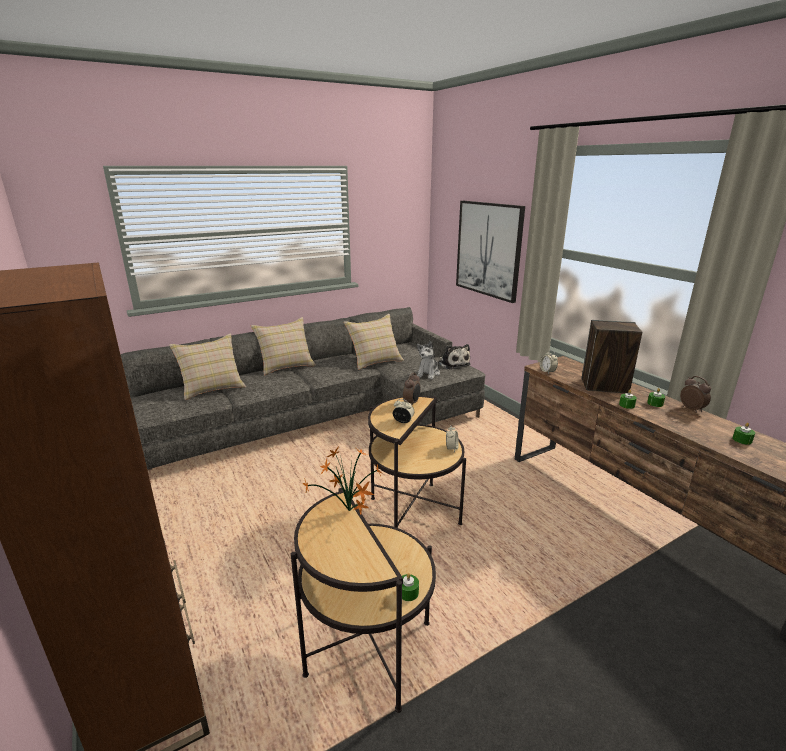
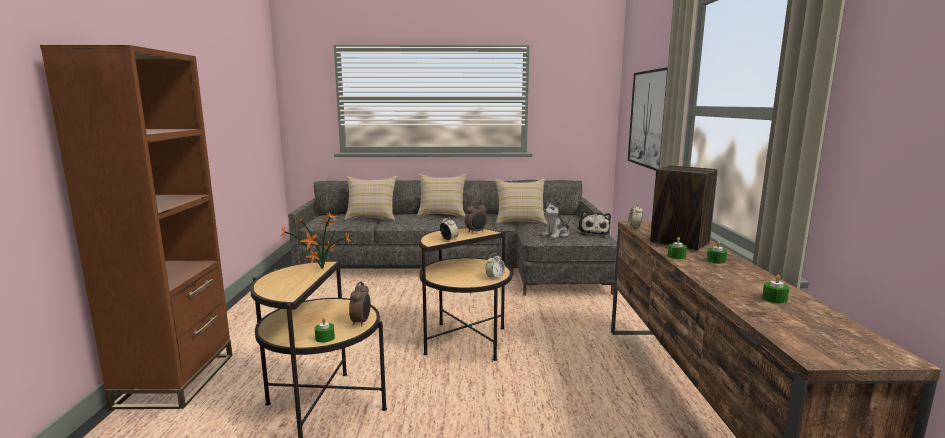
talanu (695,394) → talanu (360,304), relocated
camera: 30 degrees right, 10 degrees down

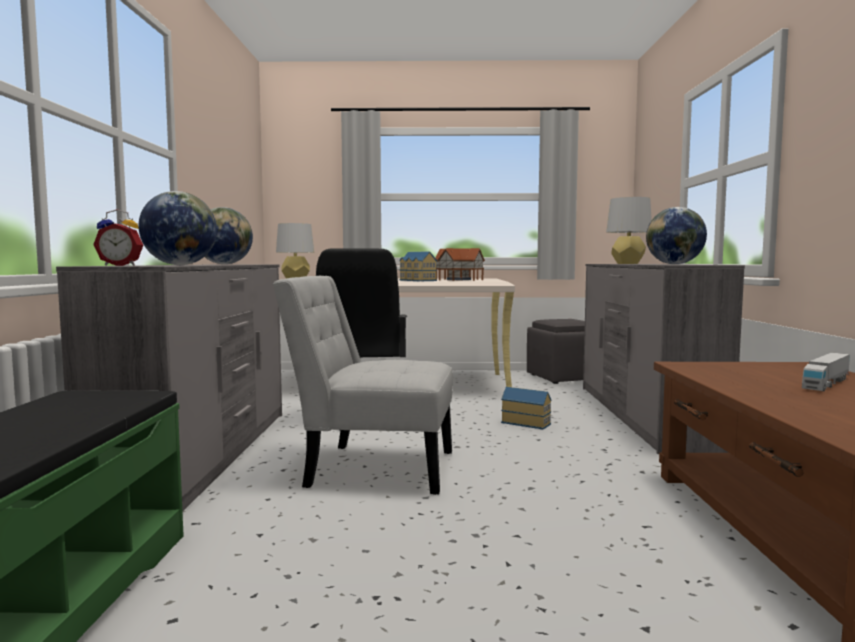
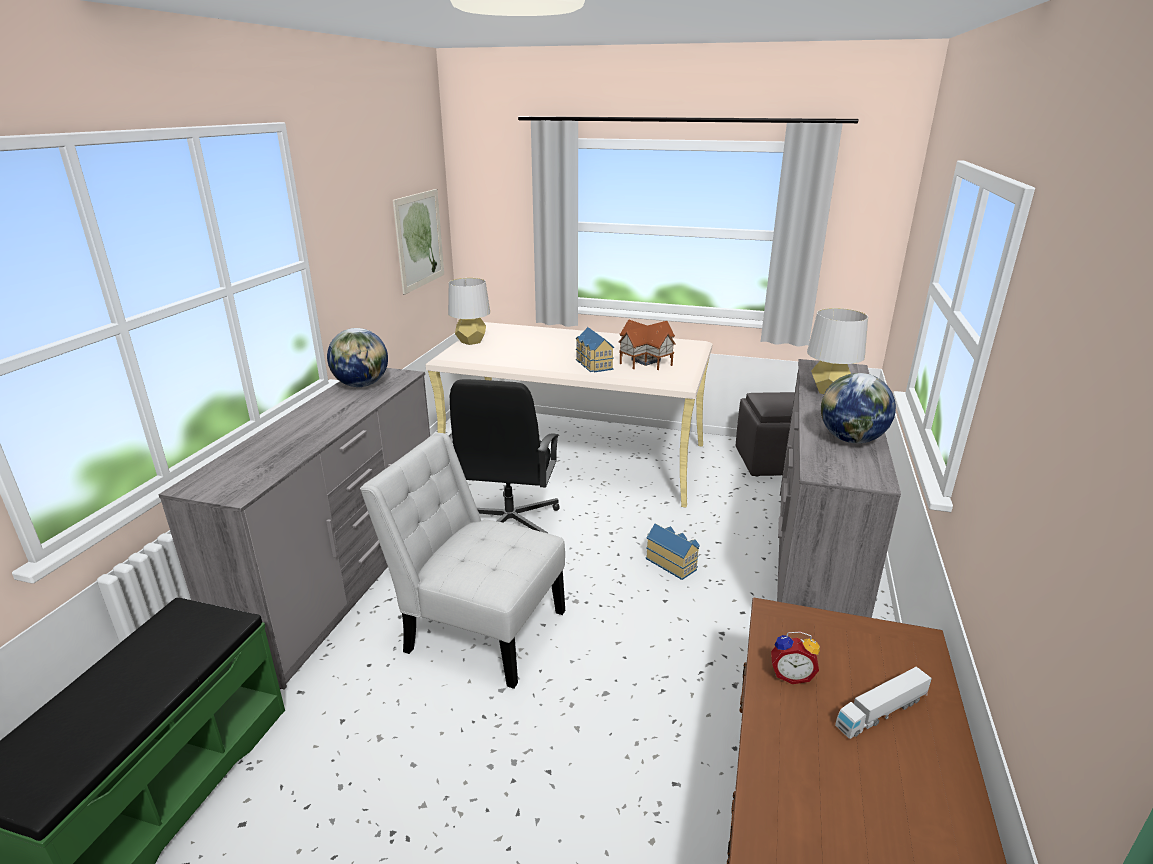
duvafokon (178,228) → -
- → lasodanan (418,242)
talanu (118,237) → talanu (795,657), relocated
camera: 15 degrees right, 20 degrees up

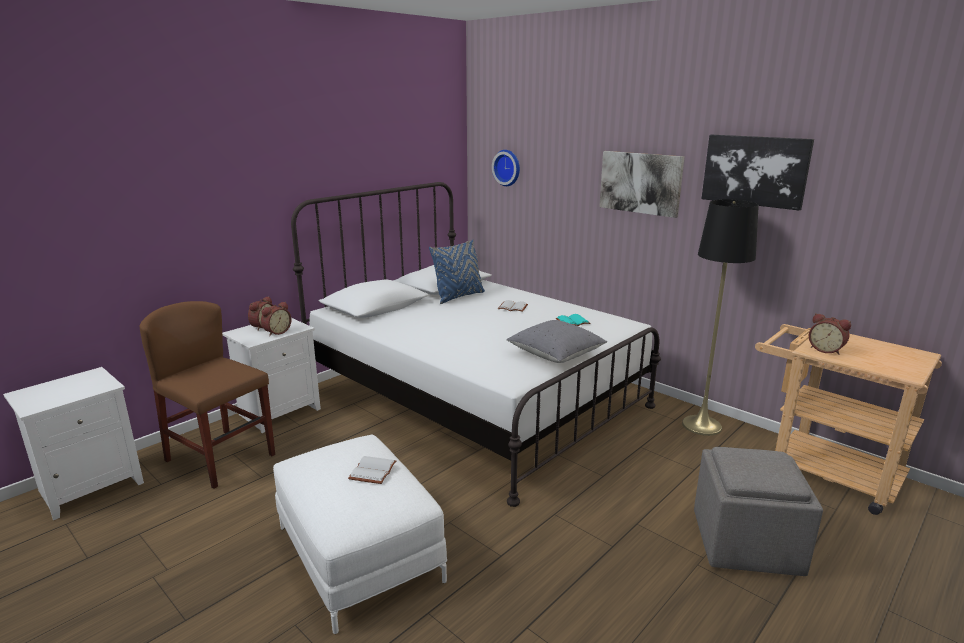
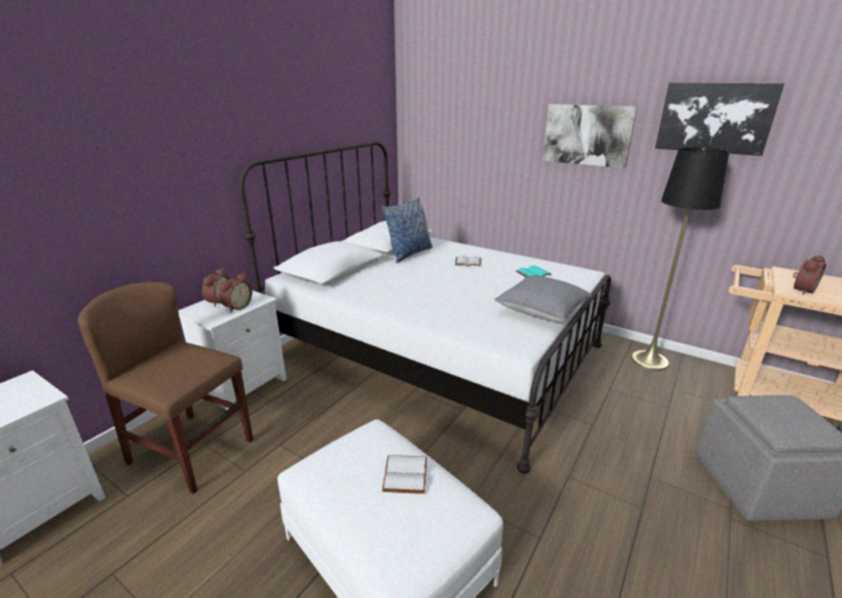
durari (506,168) → -
talanu (830,334) → talanu (809,275), 75 degrees counterclockwise
camera: 10 degrees left, 5 degrees up

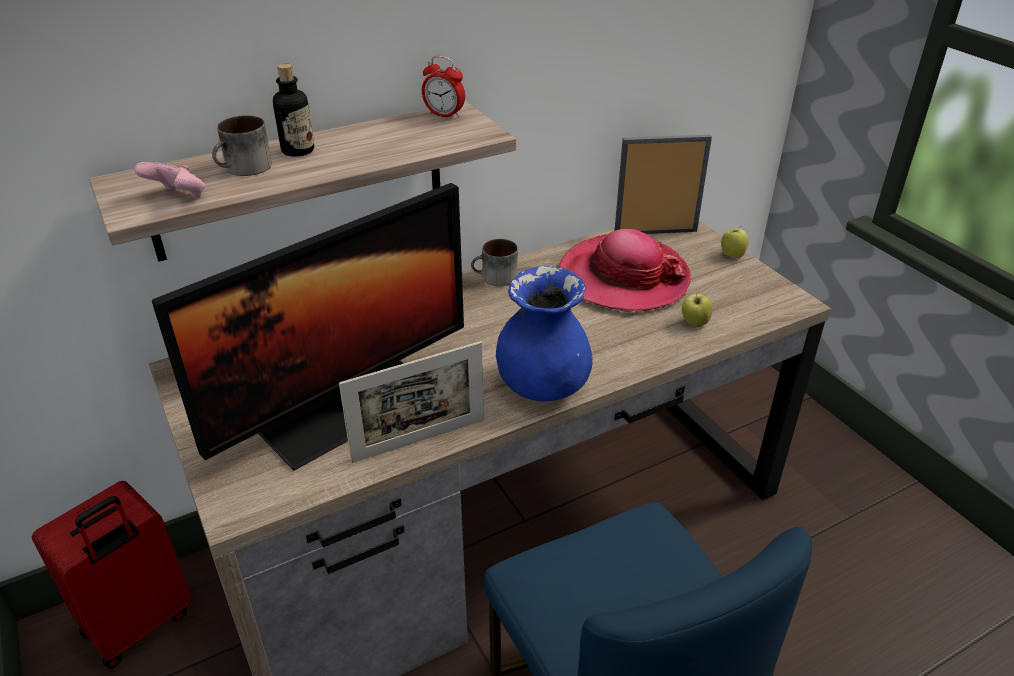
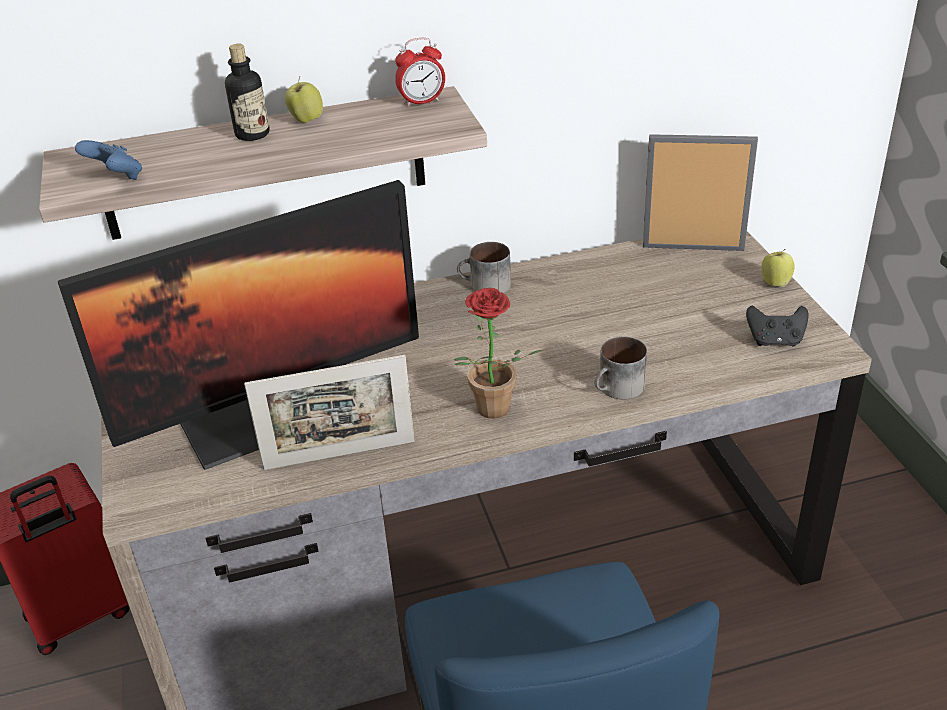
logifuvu (625,270) → -
- → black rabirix (777,326)
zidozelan (242,145) → zidozelan (621,367), relocated
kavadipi (697,310) → kavadipi (304,100), relocated
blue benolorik (544,333) → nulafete (498,353)
pink rabirix (169,180) → blue rabirix (108,160)
talanu (443,87) → talanu (420,72), 60 degrees counterclockwise
camera: 15 degrees right, 0 degrees up

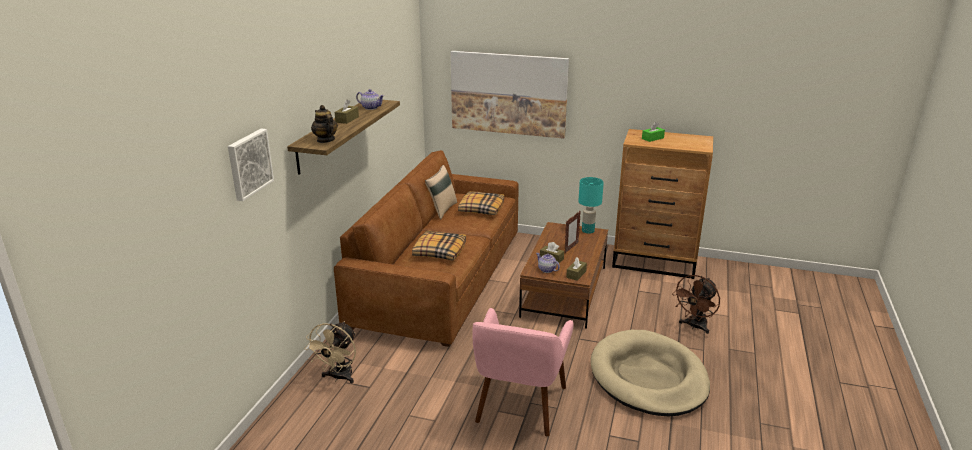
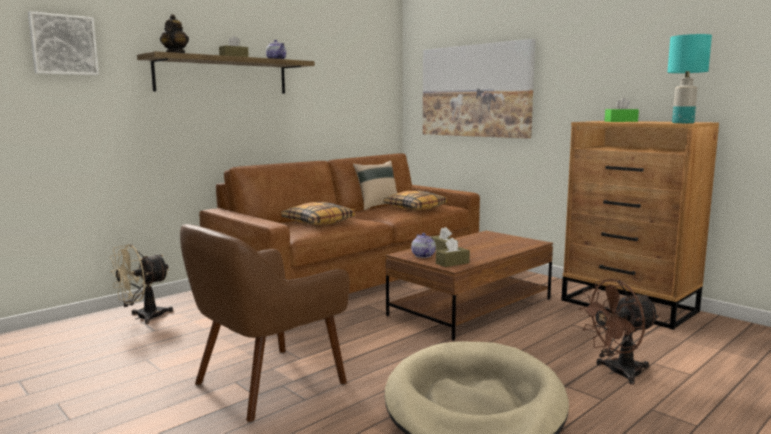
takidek (573,232) → -
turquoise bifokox (591,205) → turquoise bifokox (689,78), relocated
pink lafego (523,372) → brown lafego (265,323)
camera: 30 degrees right, 15 degrees down

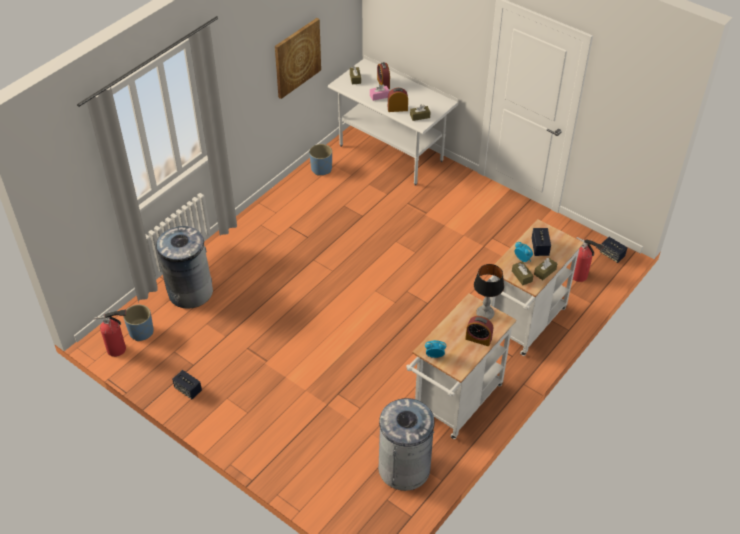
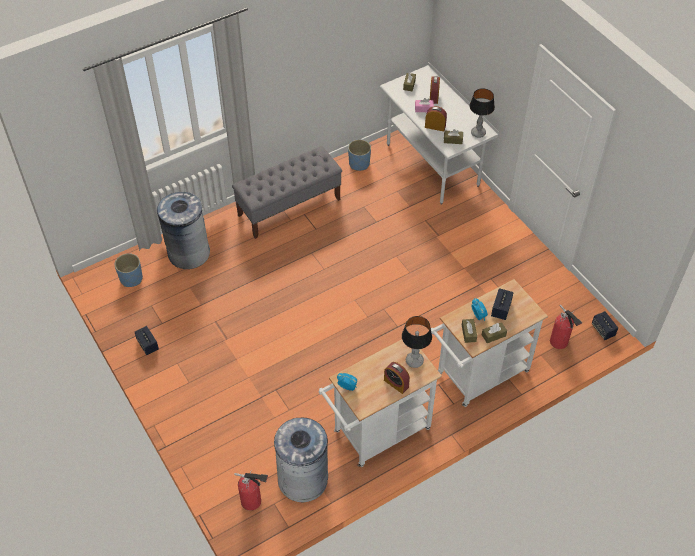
lasodanan (298,58) → -
- → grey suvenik (287,192)
- → bifokox (482,113)
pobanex (110,333) → pobanex (251,491), relocated
camera: 20 degrees right, 5 degrees up

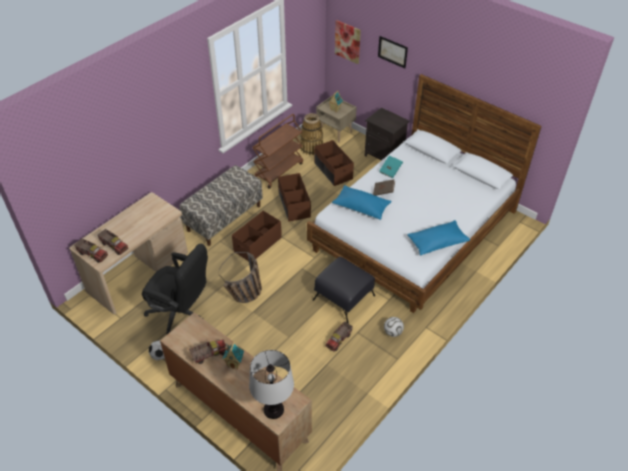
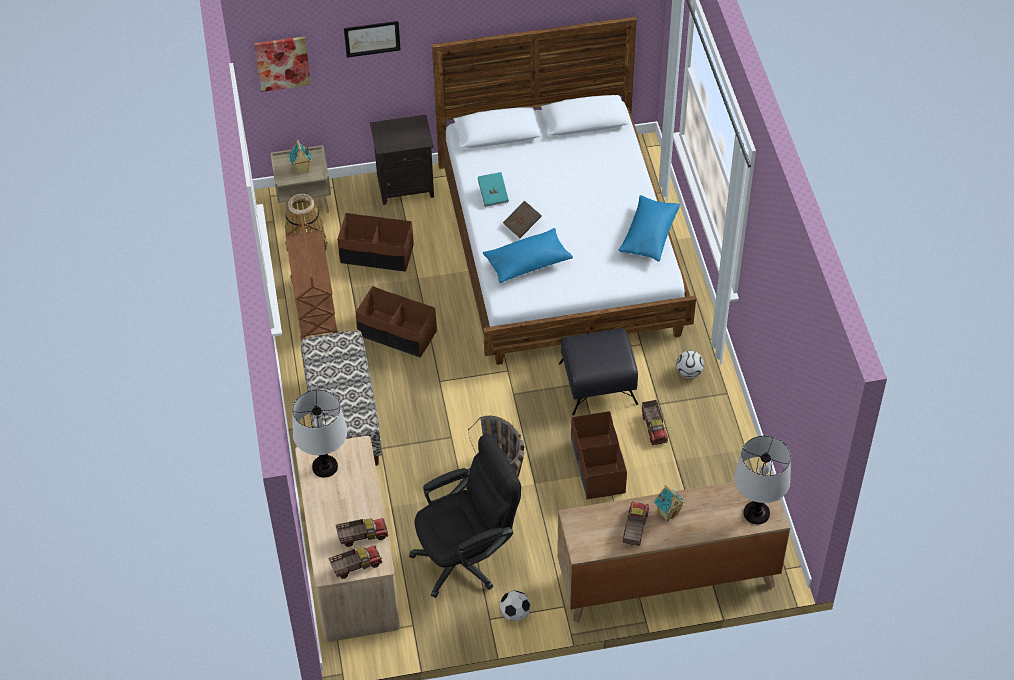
- → bifokox (319,434)
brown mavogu (257,236) → brown mavogu (599,455), relocated
camera: 50 degrees left, 5 degrees up

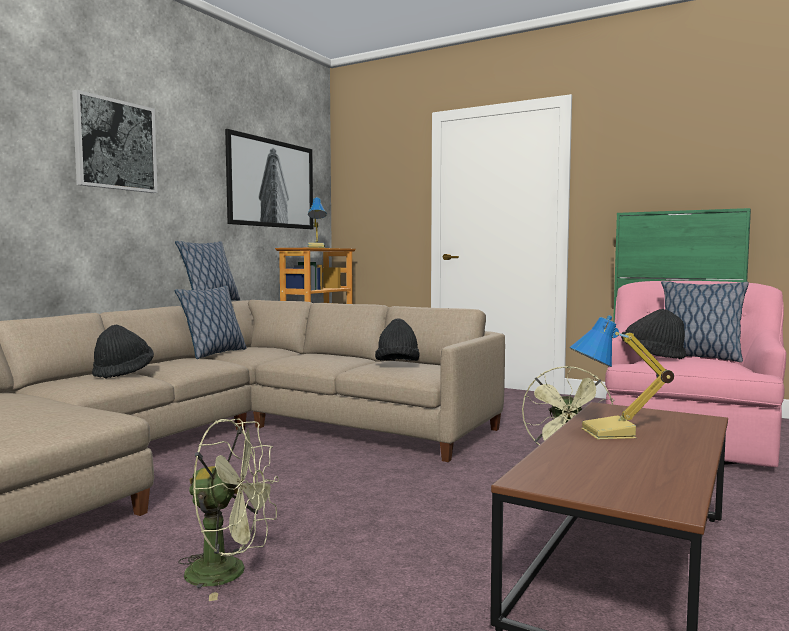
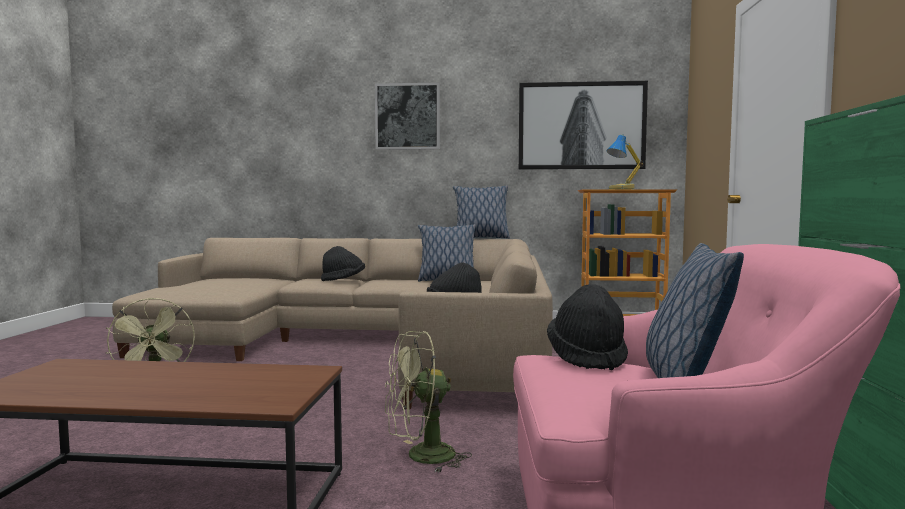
bifokox (621,377) → -
camera: 65 degrees right, 0 degrees up

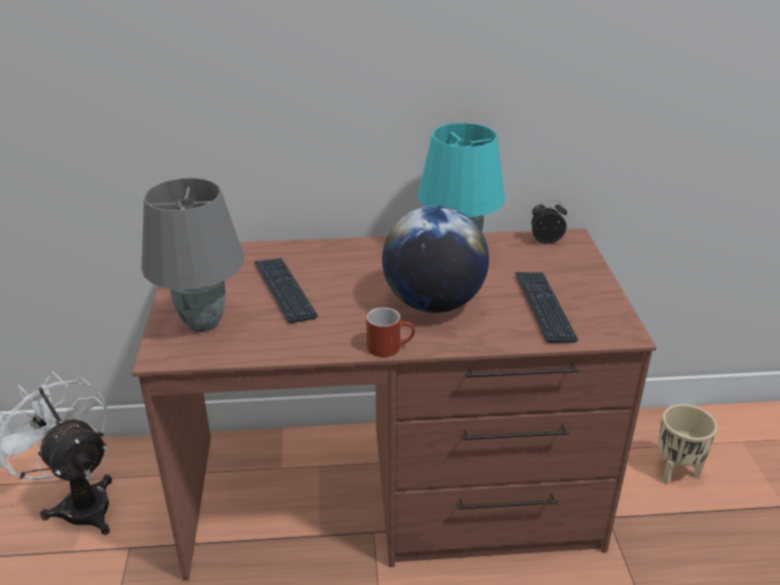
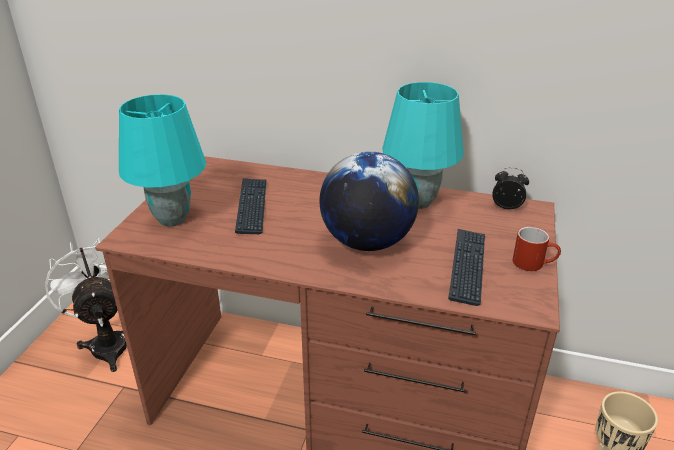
red zidozelan (390,332) → red zidozelan (537,249), relocated
grey bifokox (192,255) → turquoise bifokox (162,160)
camera: 20 degrees right, 0 degrees up

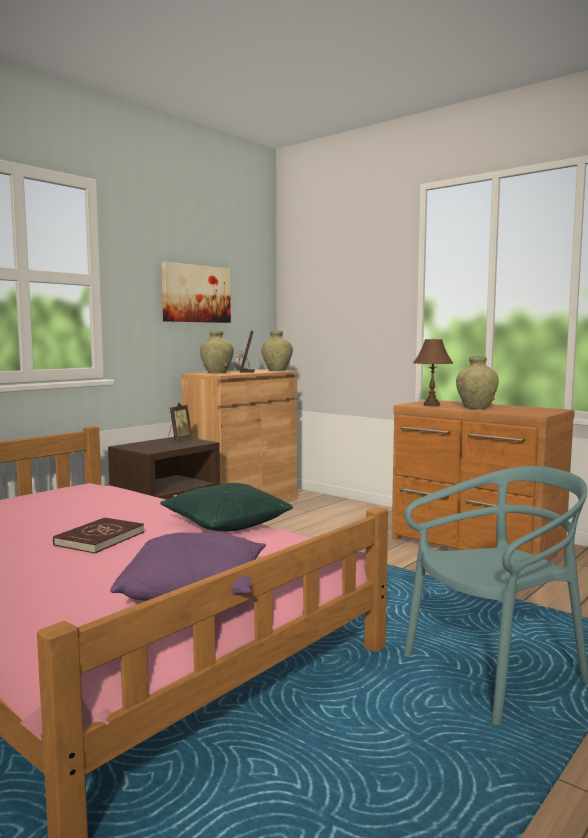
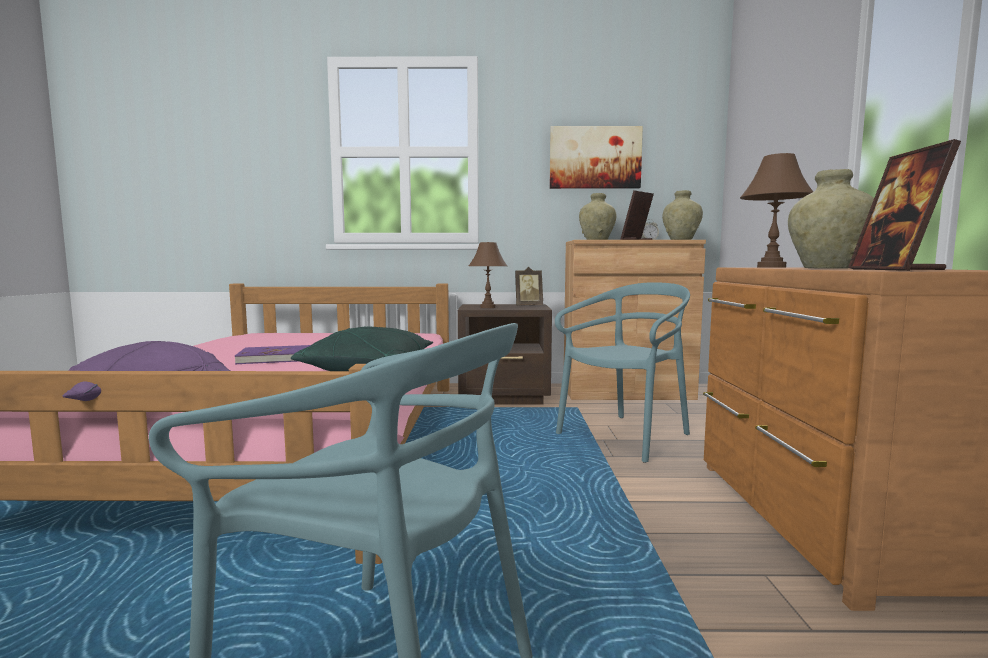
- → brown bifokox (488,275)
- → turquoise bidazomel (622,372)
- → takidek (904,205)
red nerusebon (98,535) → purple nerusebon (273,354)
camera: 50 degrees right, 0 degrees up

